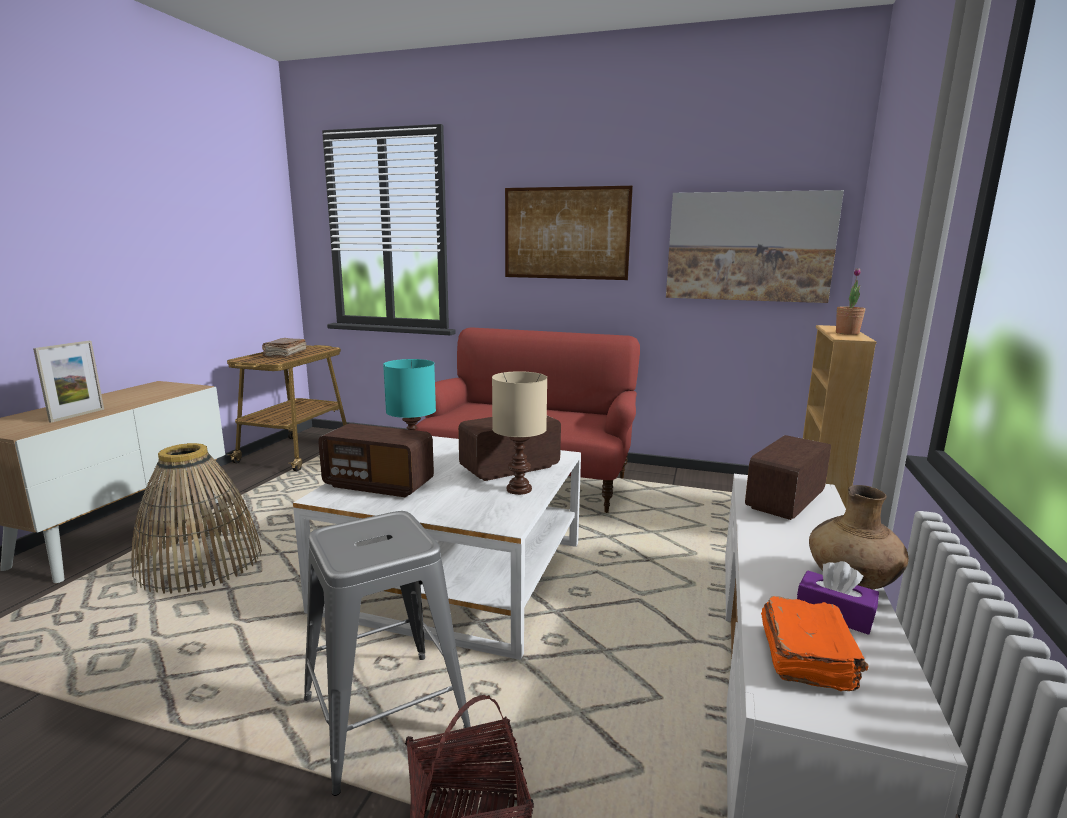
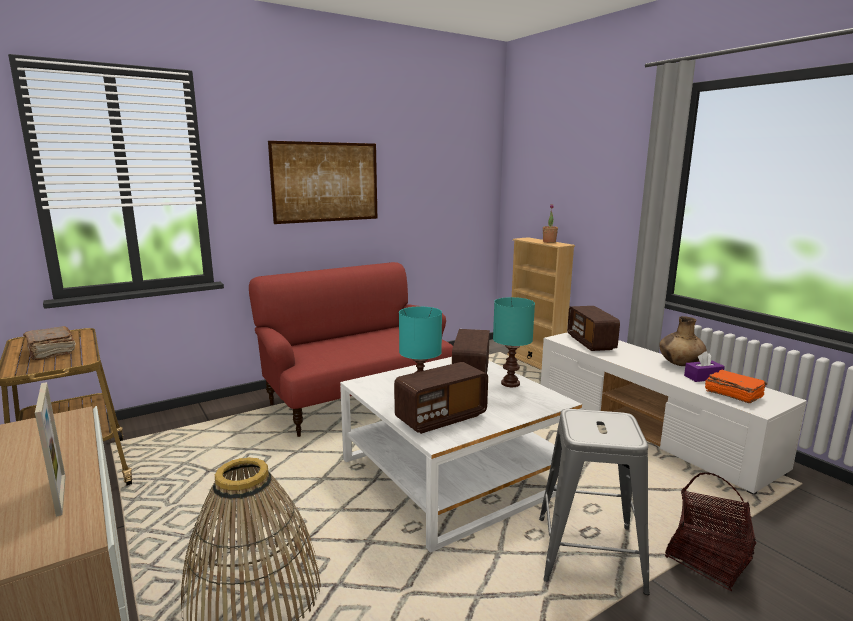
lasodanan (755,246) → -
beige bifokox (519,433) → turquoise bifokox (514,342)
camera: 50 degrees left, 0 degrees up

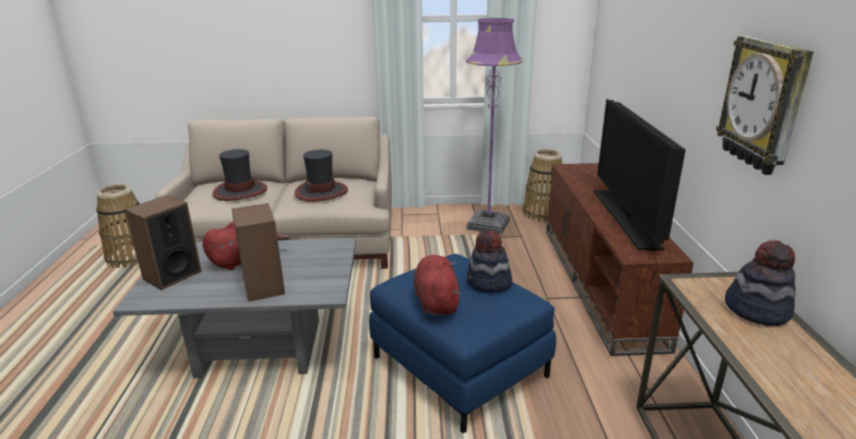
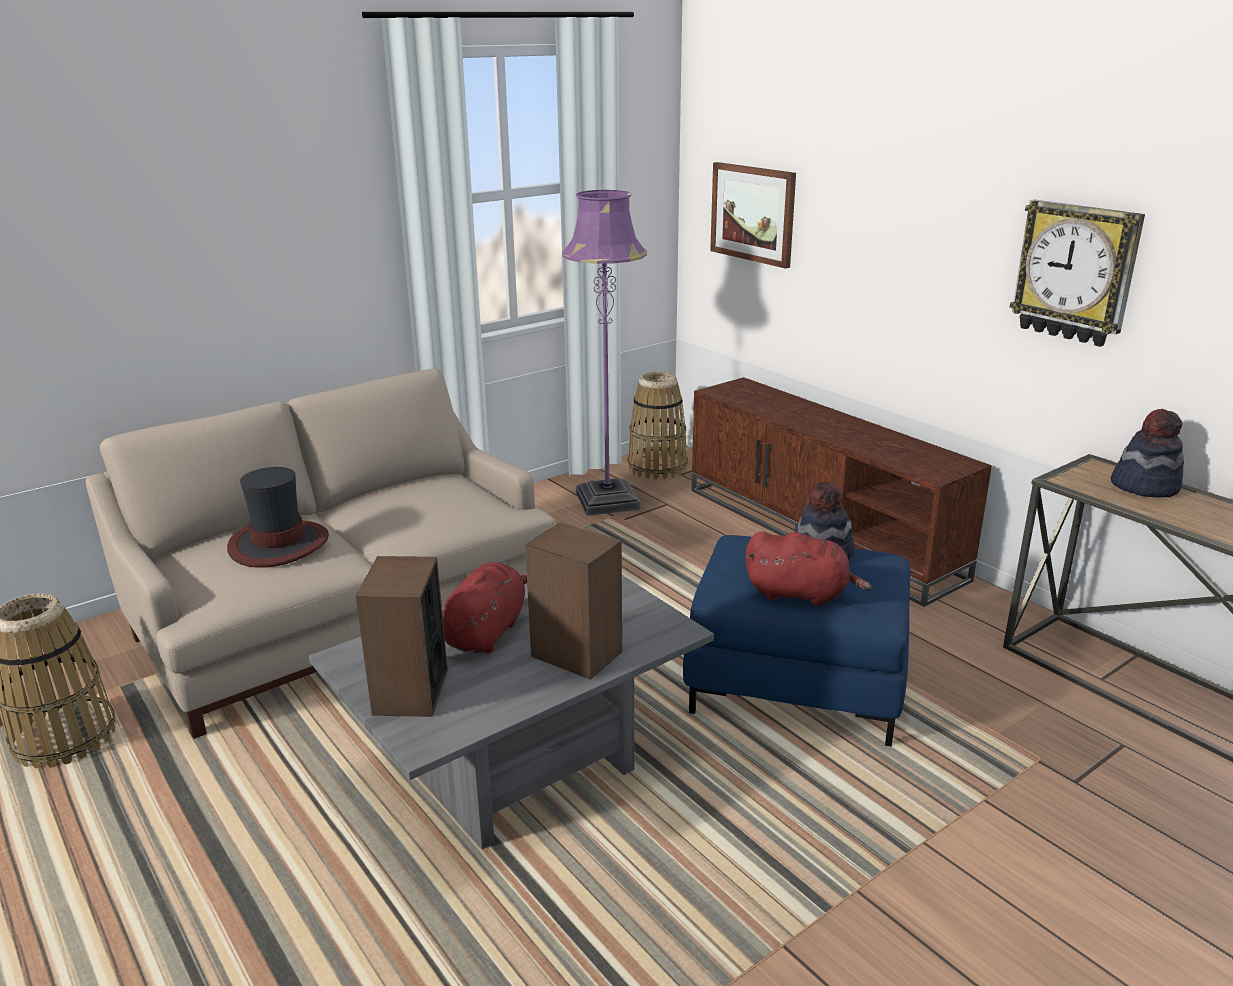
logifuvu (321,176) → -
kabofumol (639,175) → -
- → lasodanan (753,215)
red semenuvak (437,285) → red semenuvak (808,568), 150 degrees clockwise
camera: 35 degrees left, 0 degrees up

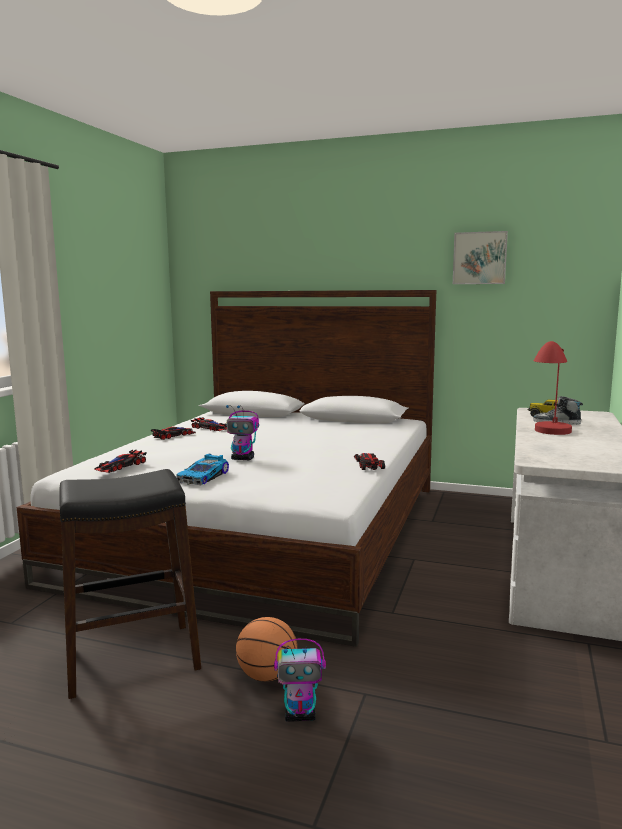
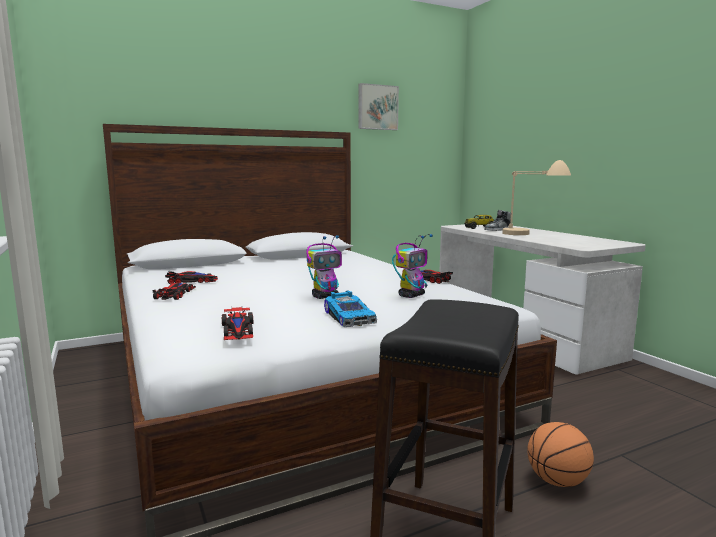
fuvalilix (300,680) → fuvalilix (412,266), relocated
red bifokox (553,388) → beige bifokox (536,197)
camera: 45 degrees left, 0 degrees up

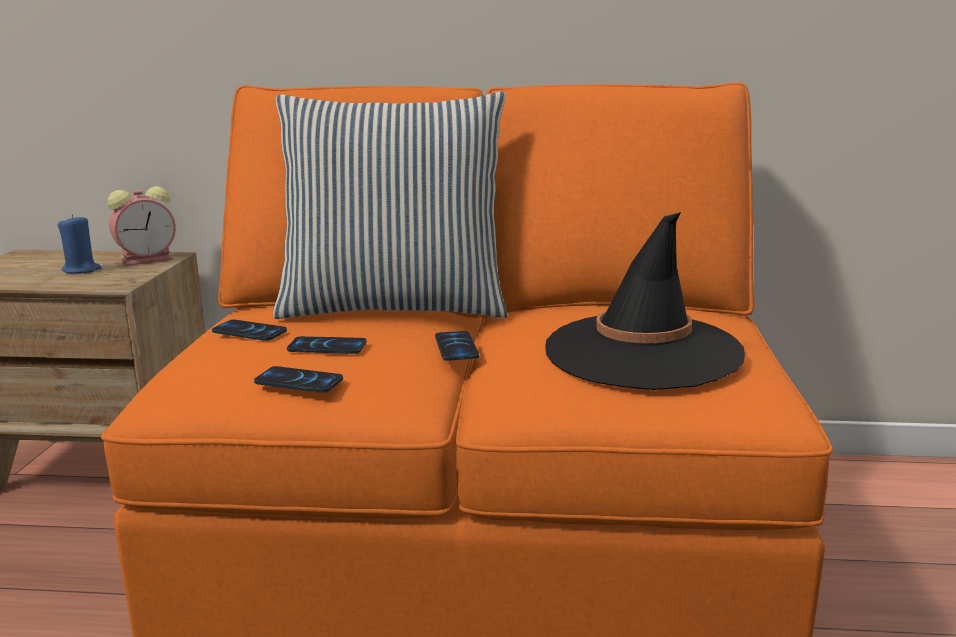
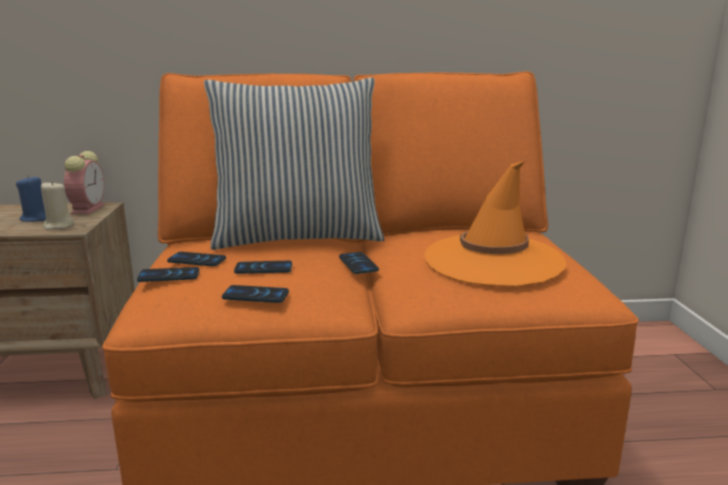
- → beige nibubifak (57,205)
- → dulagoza (168,274)
black logifuvu (645,301) → orange logifuvu (495,224)
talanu (141,226) → talanu (84,182), 45 degrees counterclockwise
camera: 10 degrees left, 0 degrees up

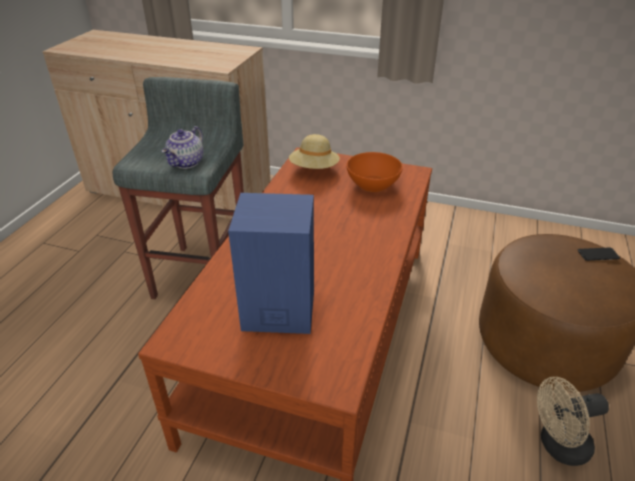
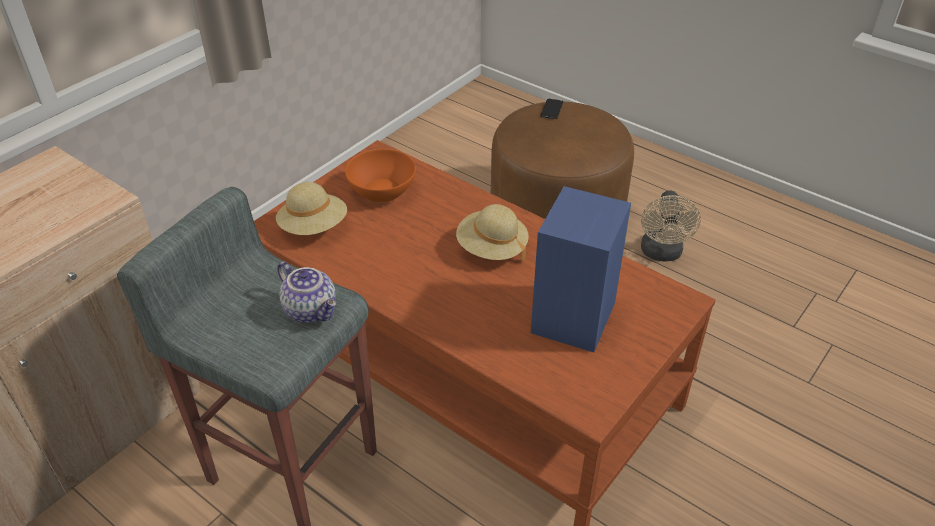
- → beige logifuvu (492,232)
camera: 70 degrees left, 5 degrees up

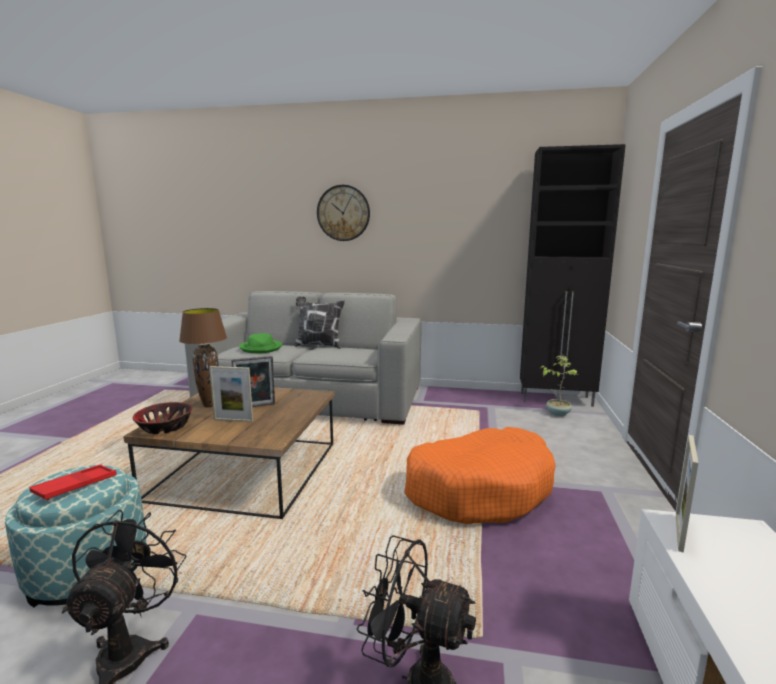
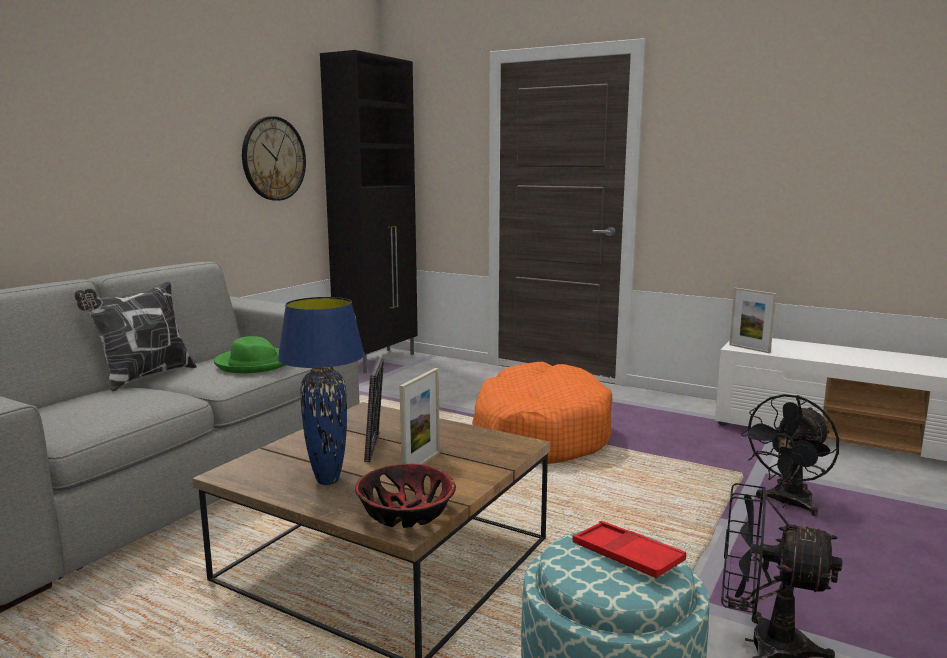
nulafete (559,385) → -
green logifuvu (260,343) → green logifuvu (250,354), relocated
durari (343,213) → durari (274,158), relocated
brown bifokox (203,357) → blue bifokox (321,391)
camera: 70 degrees left, 0 degrees up

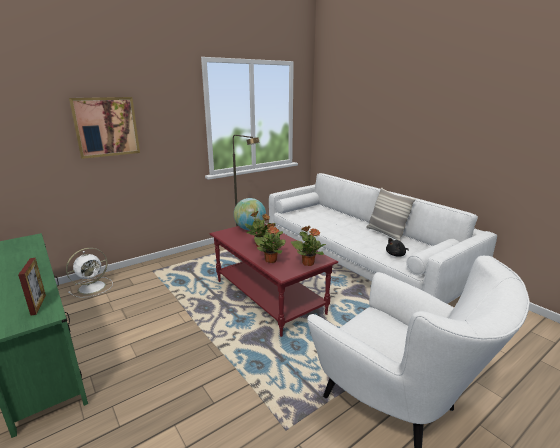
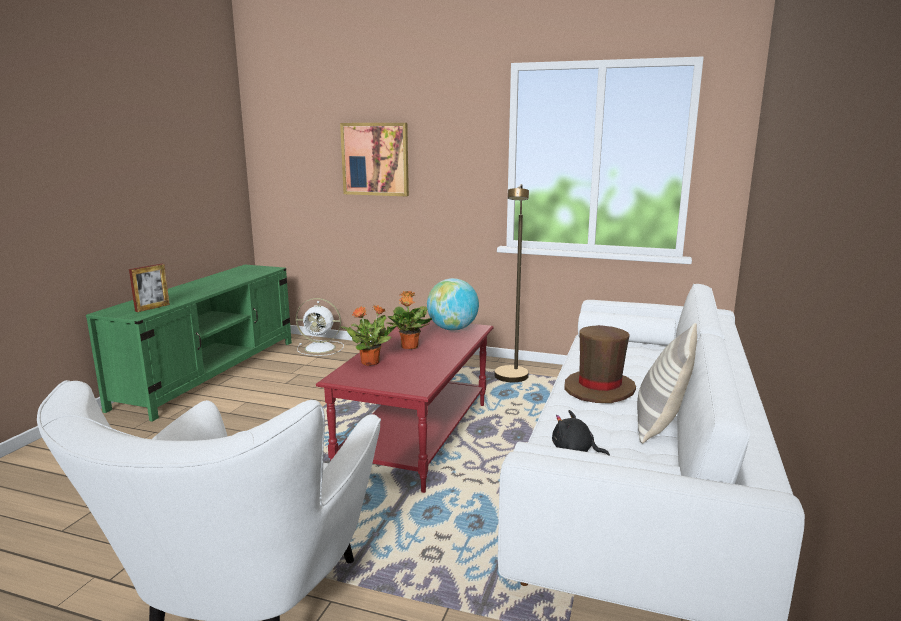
nulafete (308,246) → -
- → brown logifuvu (600,364)
camera: 55 degrees right, 5 degrees down

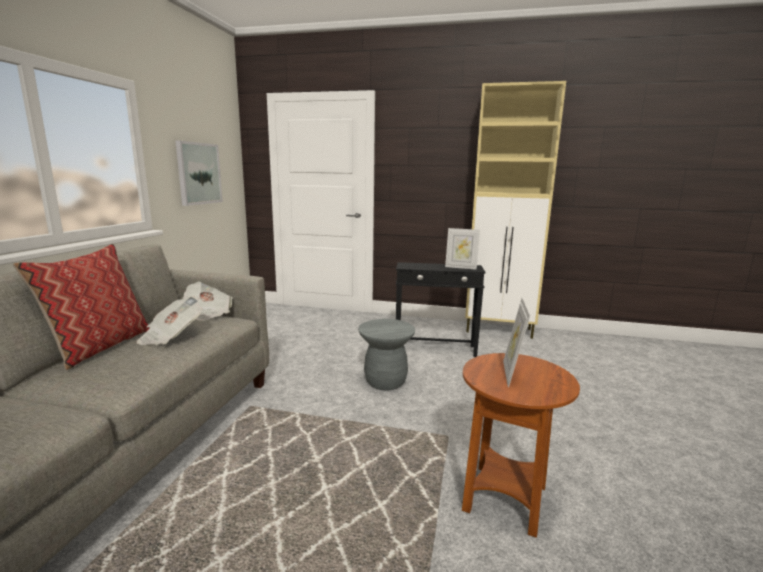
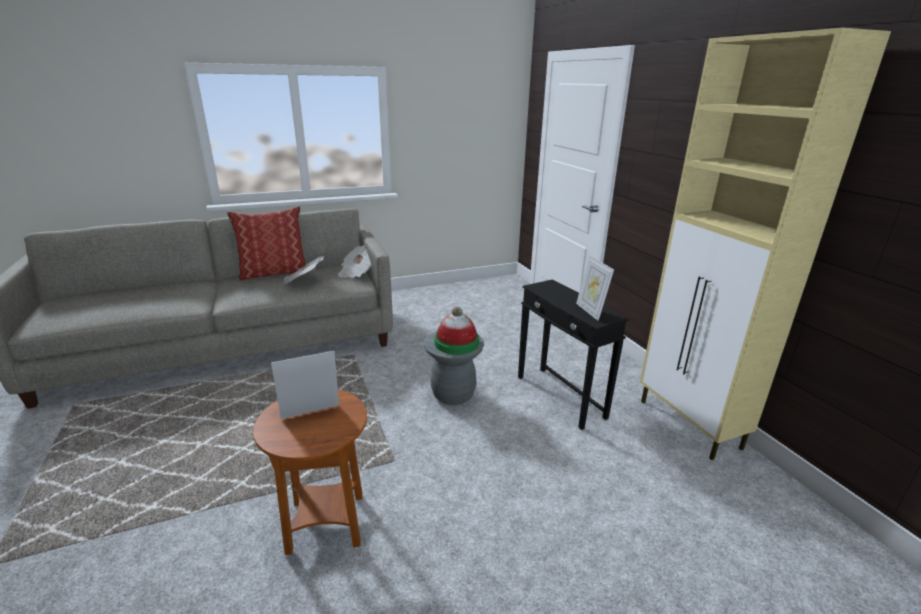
lasodanan (199,173) → -
- → logifuvu (456,331)
camera: 55 degrees right, 10 degrees up

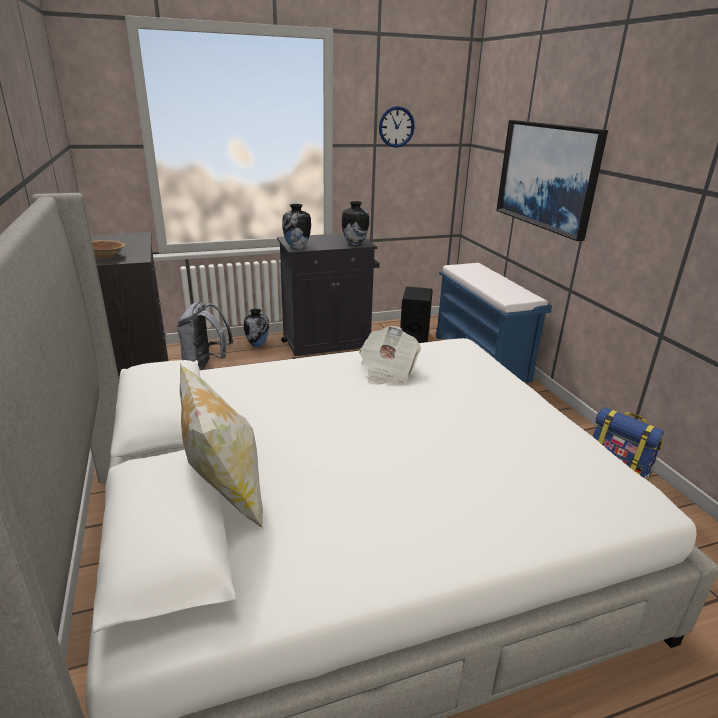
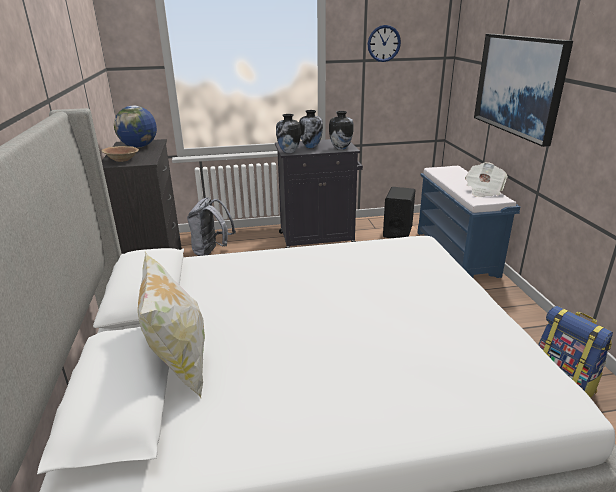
- → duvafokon (135,127)
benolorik (256,328) → benolorik (311,129), relocated
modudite (390,355) → modudite (486,179), relocated
camera: 10 degrees right, 0 degrees up

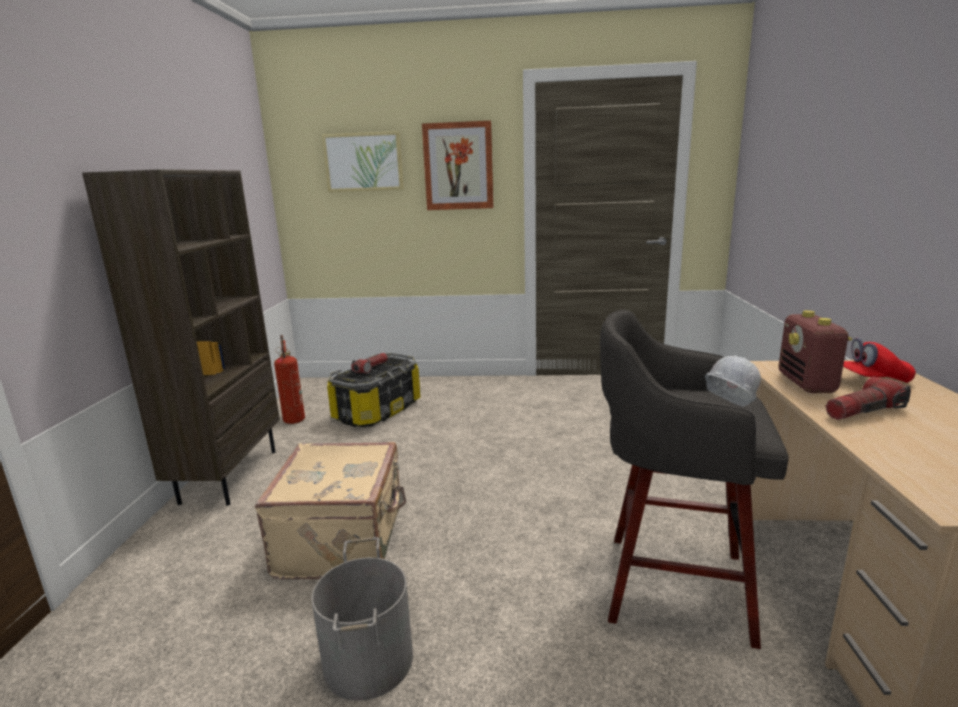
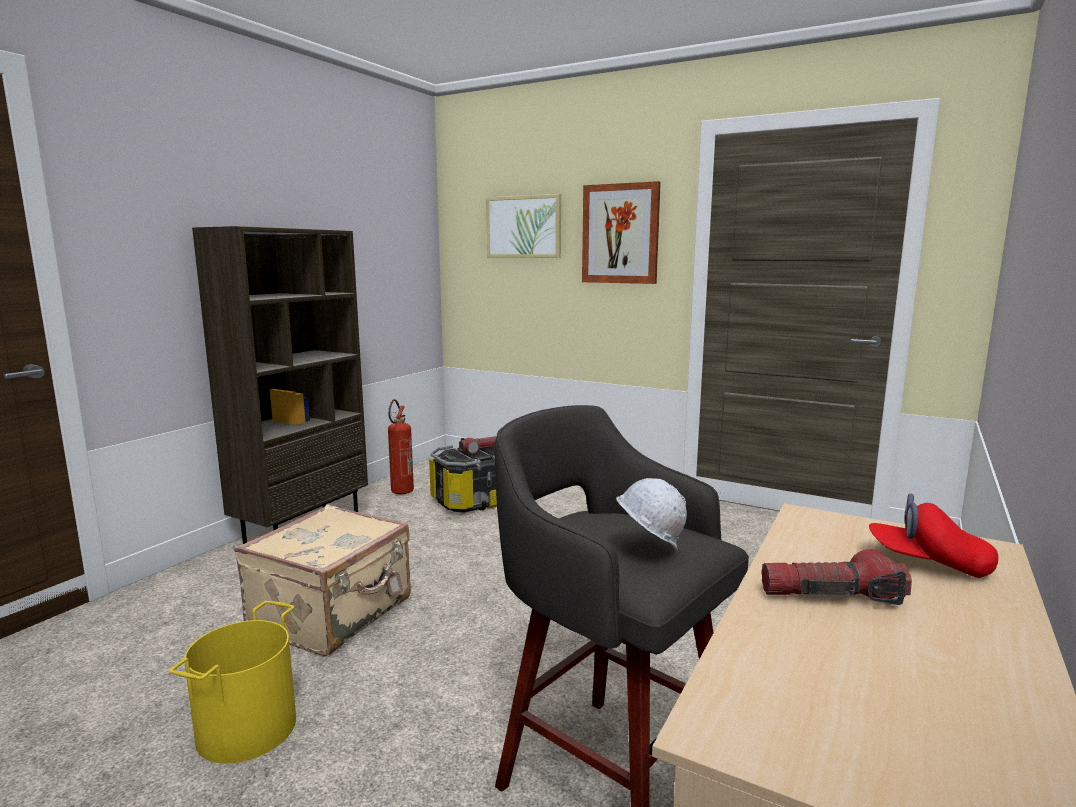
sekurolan (815,351) → -
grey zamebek (362,619) → yellow zamebek (232,682)
camera: 25 degrees right, 5 degrees down

